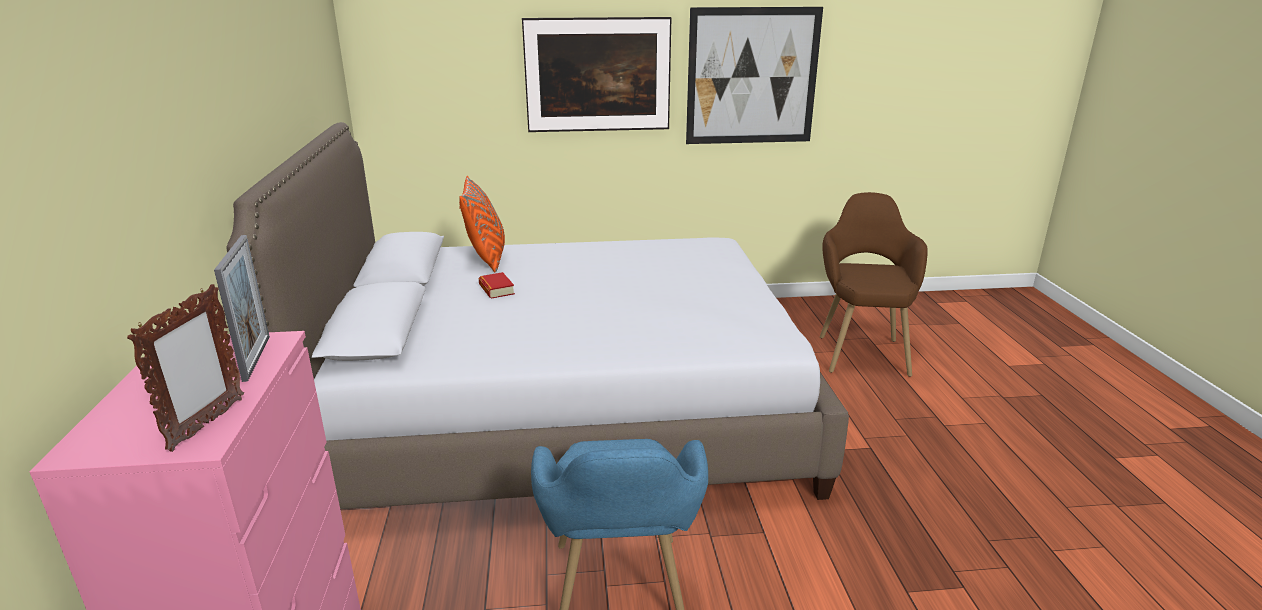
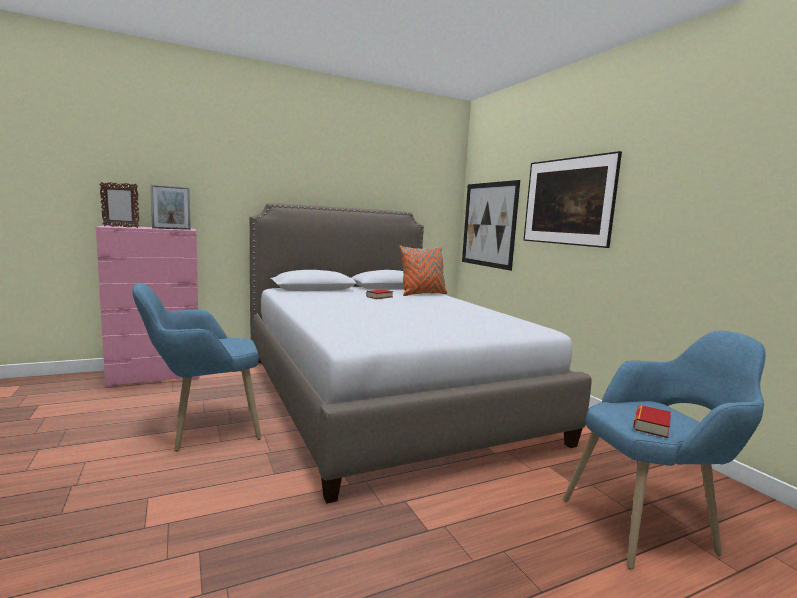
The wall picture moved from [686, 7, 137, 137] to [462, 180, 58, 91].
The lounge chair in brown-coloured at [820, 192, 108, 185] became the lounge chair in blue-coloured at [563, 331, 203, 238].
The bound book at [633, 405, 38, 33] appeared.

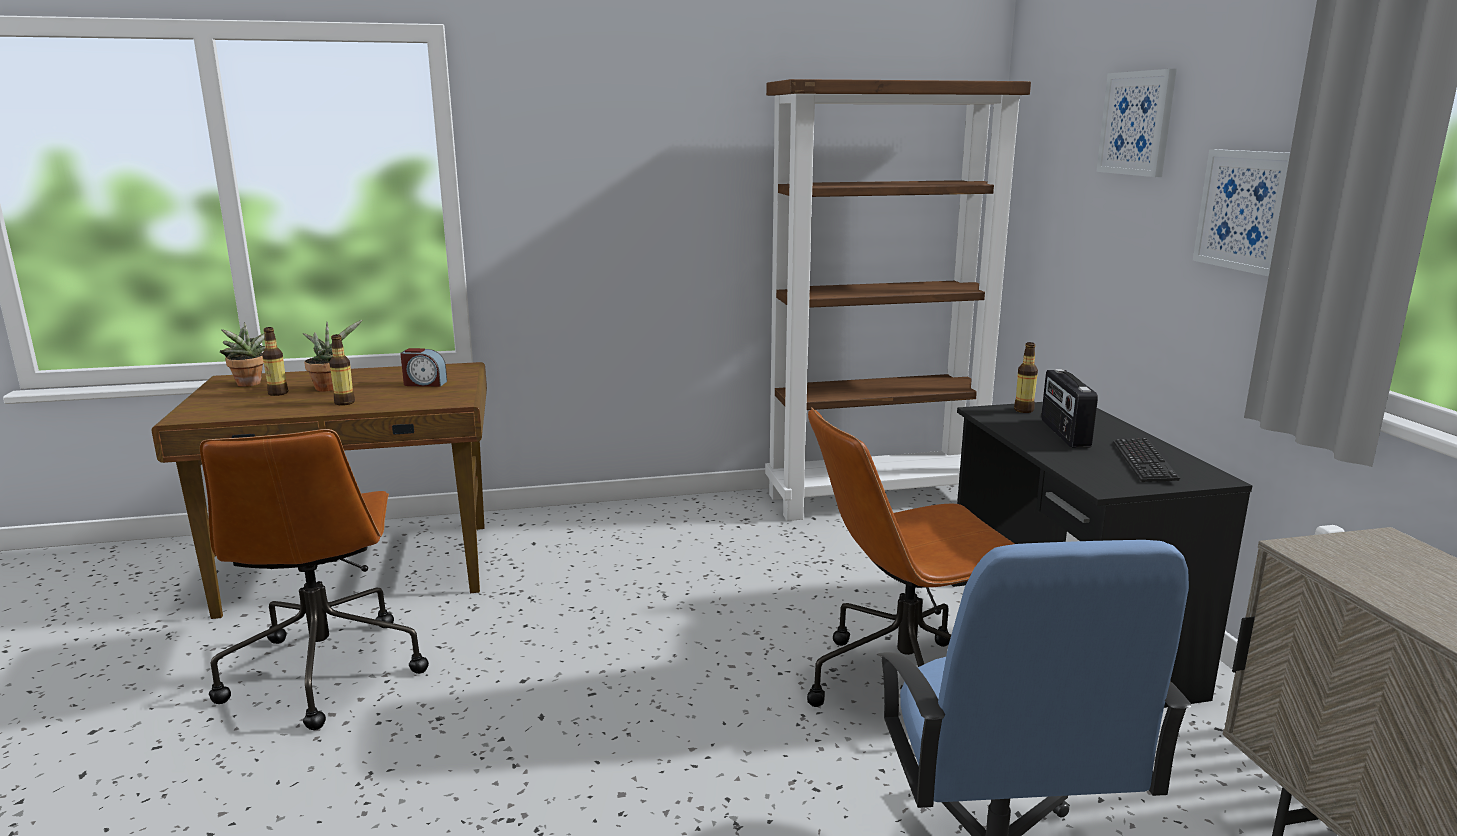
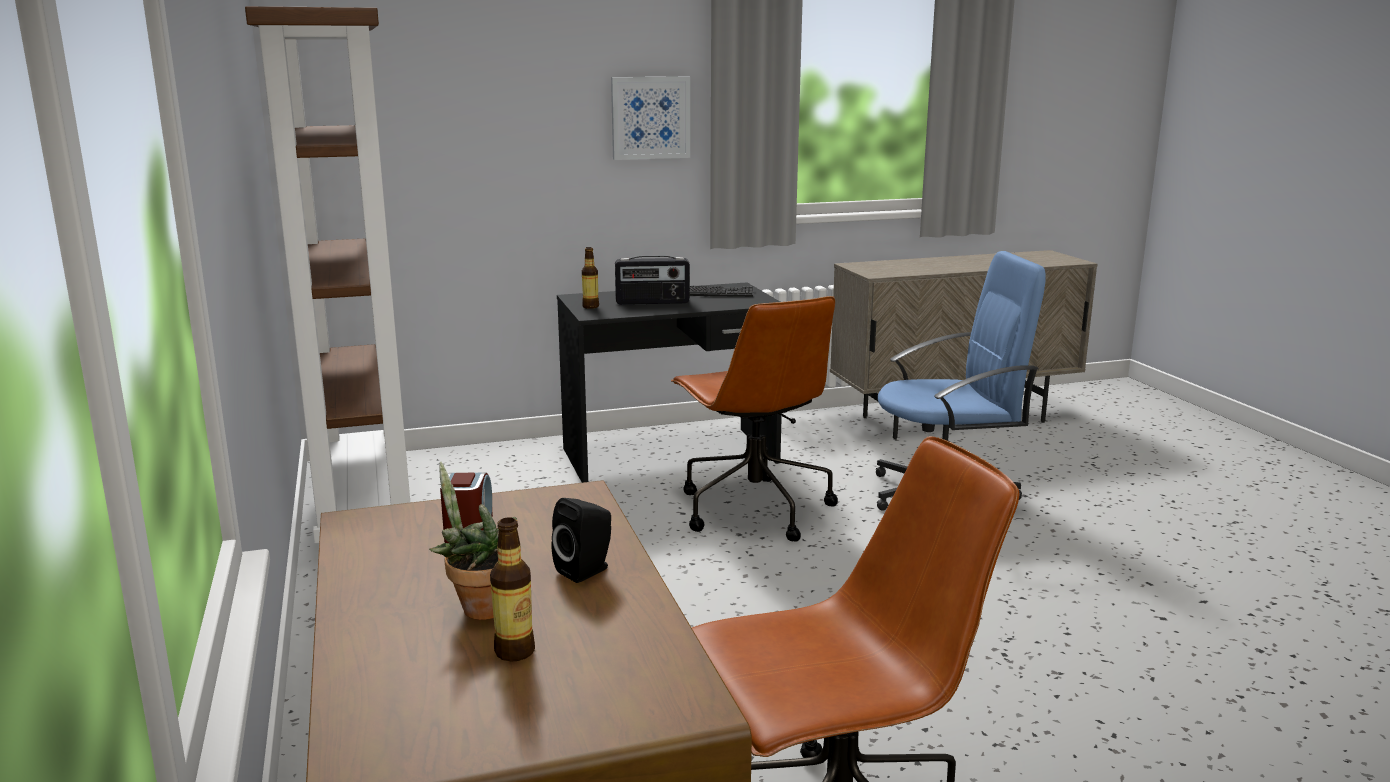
The wall picture at [1096, 69, 81, 108] disappeared.
The houseplant at [220, 322, 46, 65] disappeared.
The beverage bottle at [329, 334, 26, 72] was replaced by the loudspeaker in blackish at [552, 498, 59, 85].

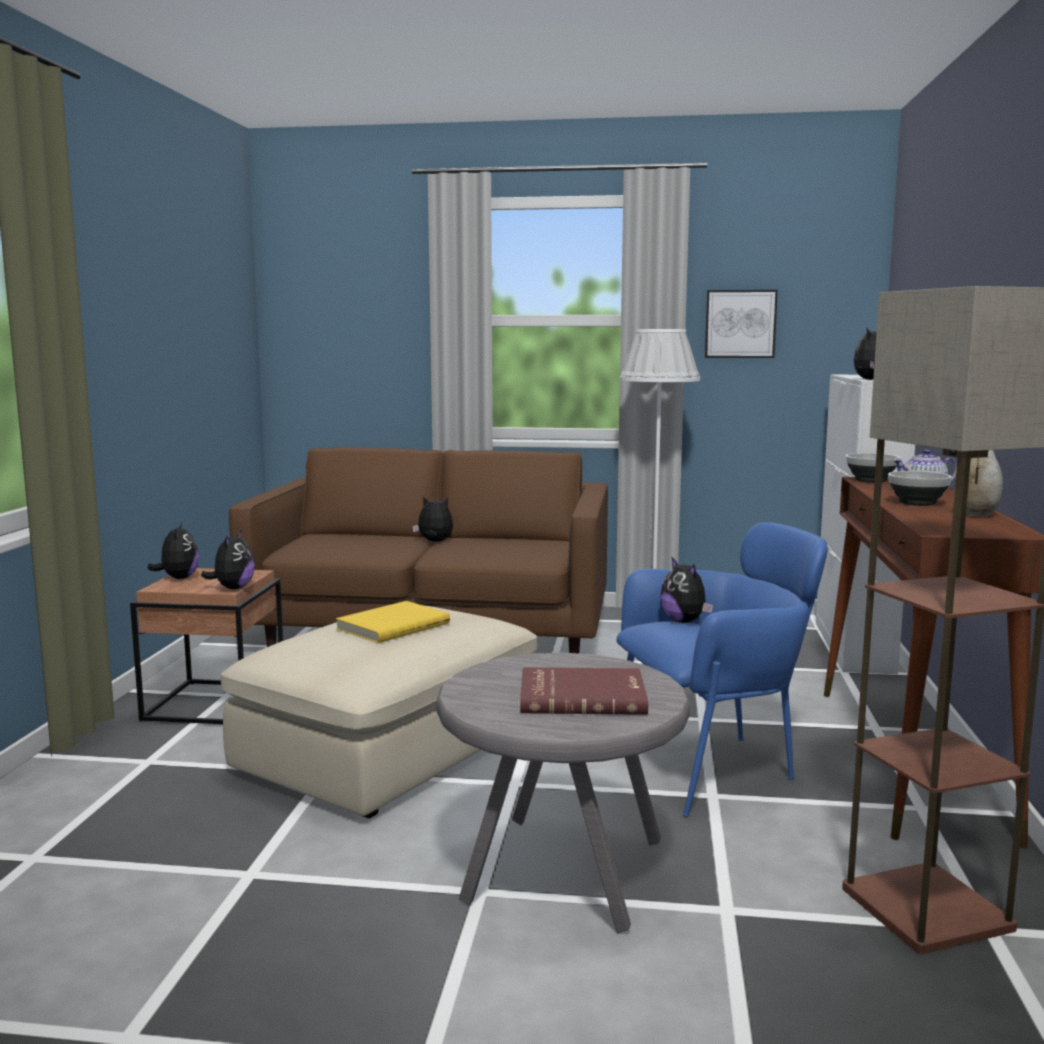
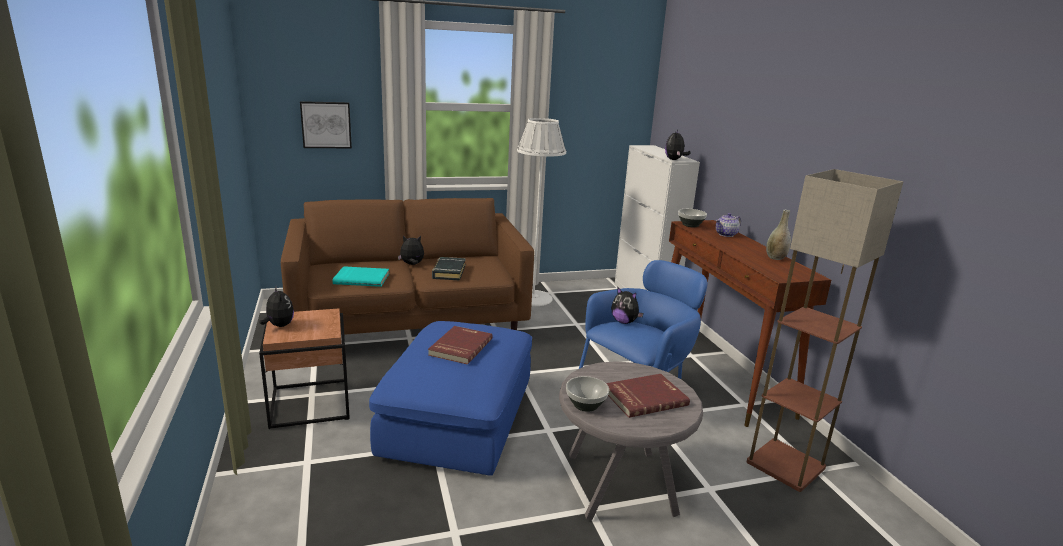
The wall picture moved from [705, 290, 73, 68] to [300, 101, 52, 47].
The bowl moved from [888, 471, 64, 35] to [566, 376, 43, 36].
The cuddly toy at [201, 530, 54, 59] disappeared.
The bound book in yellow-coloured at [336, 601, 114, 42] became the bound book in red at [428, 326, 65, 39].
The ottoman in sand-coloured at [221, 605, 316, 214] became the ottoman in blue-coloured at [369, 321, 163, 155].
The bound book in blackish at [432, 257, 34, 23] appeared.
The bound book in turquoise at [332, 266, 57, 21] appeared.

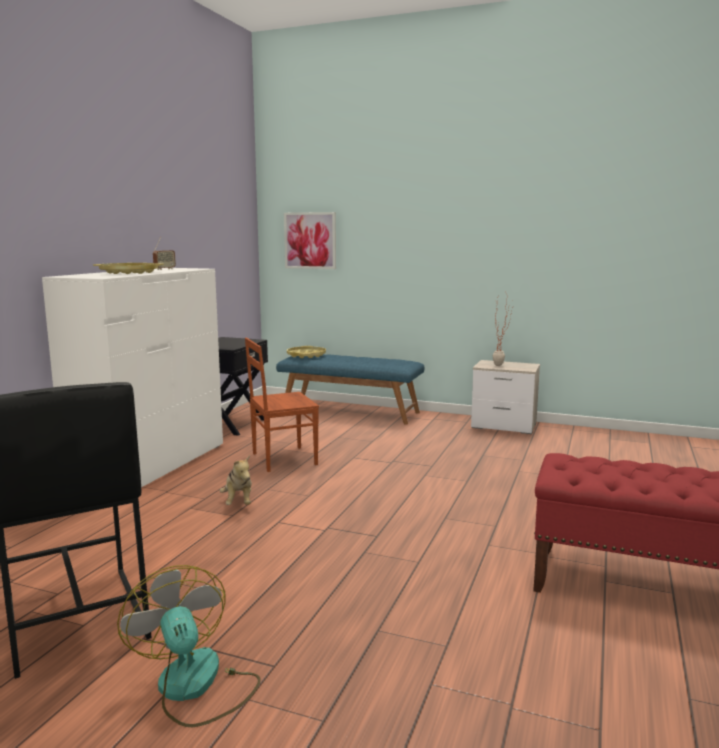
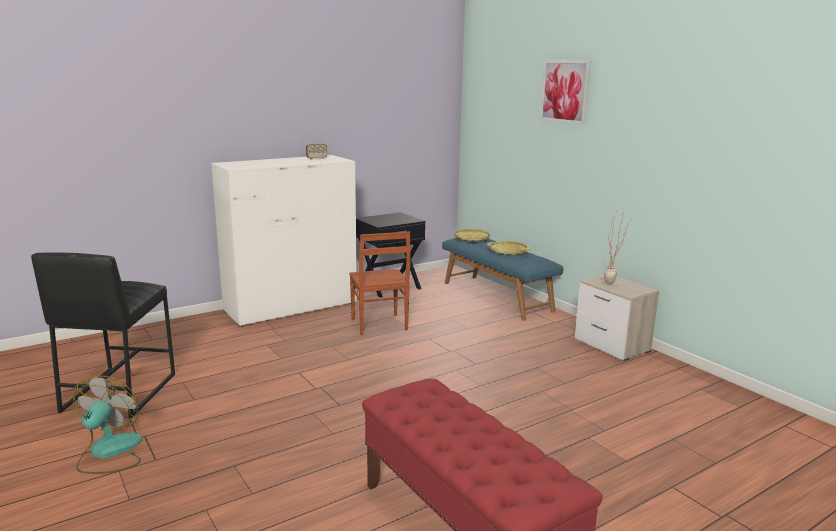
The wall picture moved from [284, 212, 52, 57] to [540, 60, 51, 64].
The tray in yellow-coloured moved from [93, 263, 71, 11] to [487, 241, 45, 15].
The upright chair in brown-coloured at [245, 337, 74, 135] turned 120 degrees counterclockwise.
The cuddly toy at [220, 455, 32, 50] disappeared.

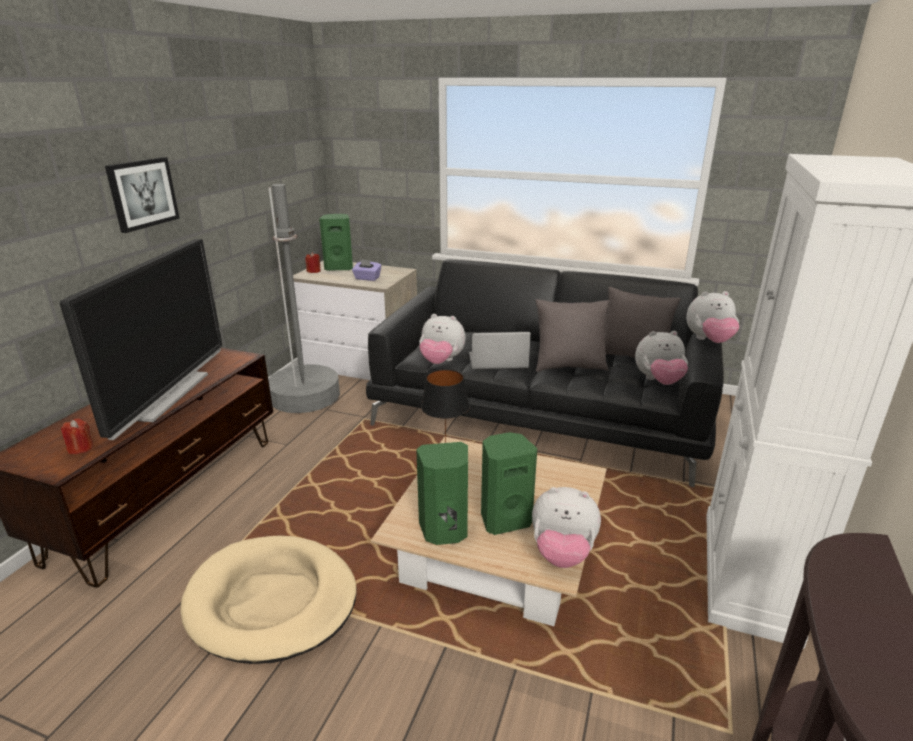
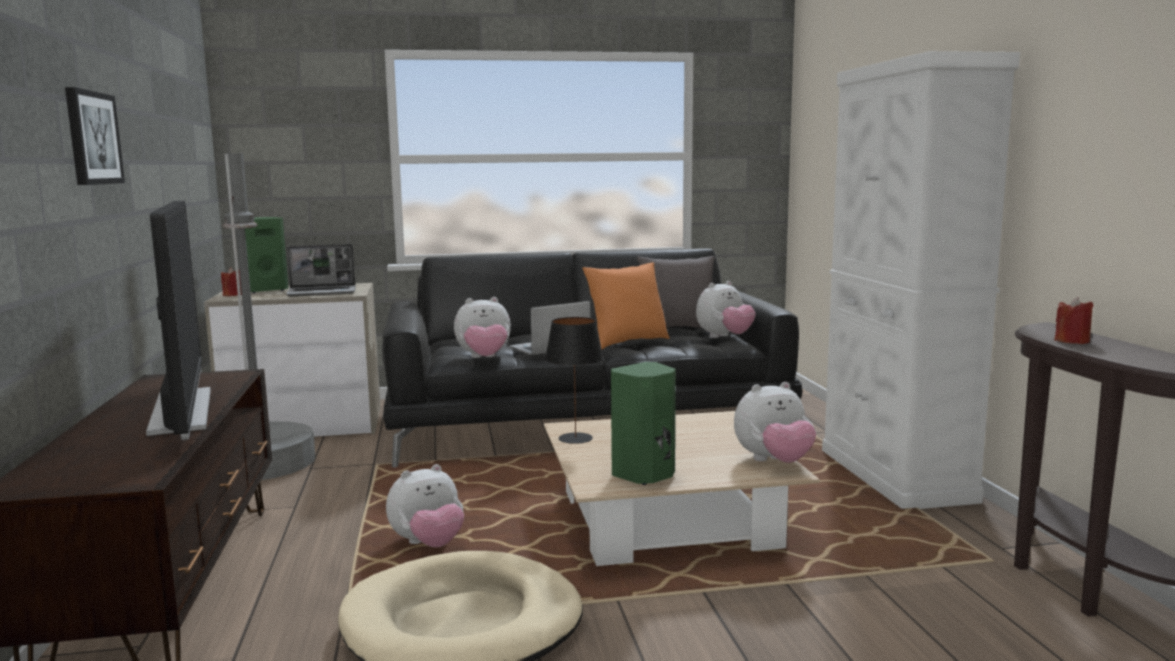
The tissue holder in purplish at [352, 259, 29, 22] was replaced by the portable computer at [286, 244, 70, 52].
The cuddly toy moved from [686, 291, 53, 52] to [386, 464, 78, 84].
The cushion in greyish at [535, 299, 75, 73] became the cushion in orange-coloured at [582, 262, 88, 87].
The wax light in red moved from [61, 418, 32, 36] to [1054, 297, 39, 47].
The loudspeaker in green at [481, 432, 56, 103] disappeared.

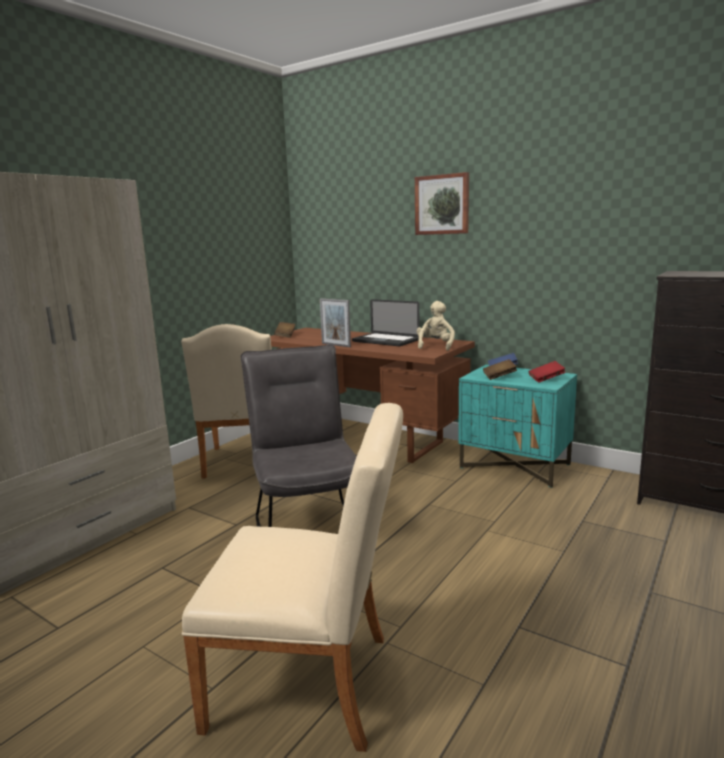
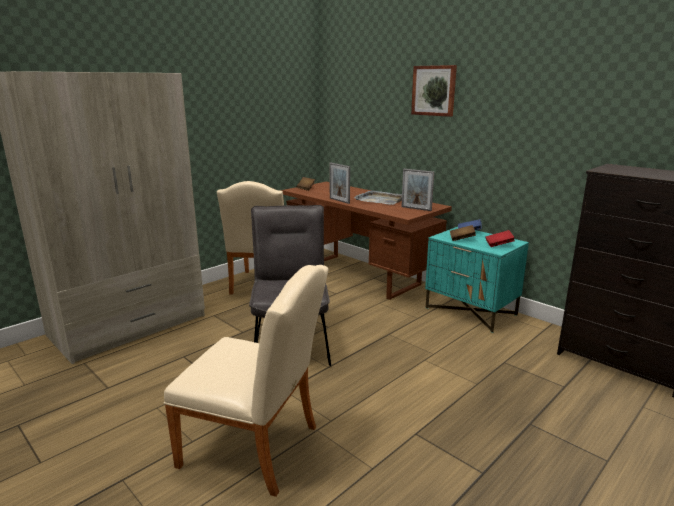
The portable computer at [352, 299, 68, 47] was replaced by the tray in greyish at [354, 190, 48, 15].
The cuddly toy in sand-coloured at [417, 301, 38, 50] was replaced by the standing frame at [401, 169, 33, 42].

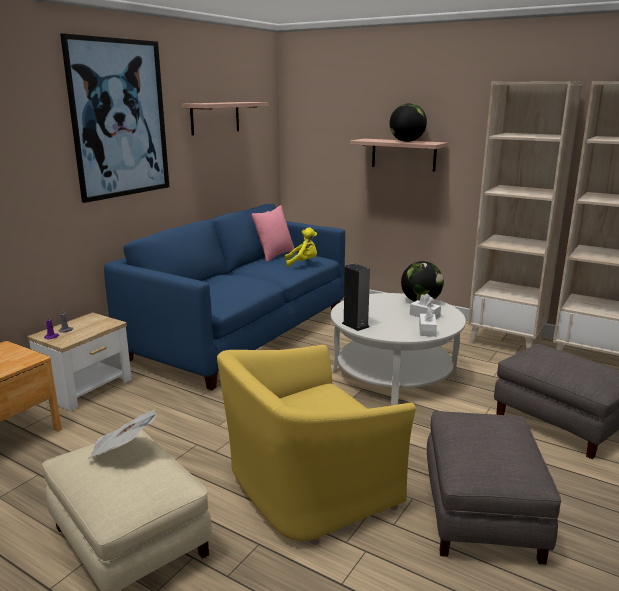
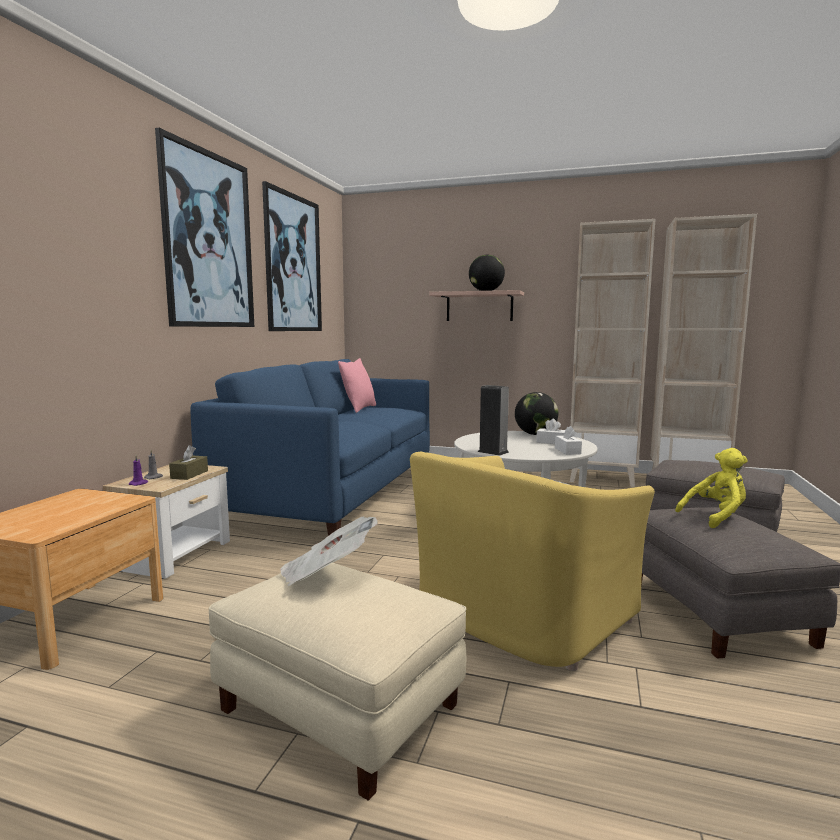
The shelf at [182, 102, 86, 33] was replaced by the wall picture at [262, 181, 60, 150].
The cuddly toy in yellow-coloured moved from [285, 227, 32, 40] to [675, 448, 73, 80].
The tissue holder in brown-coloured at [169, 445, 39, 35] appeared.

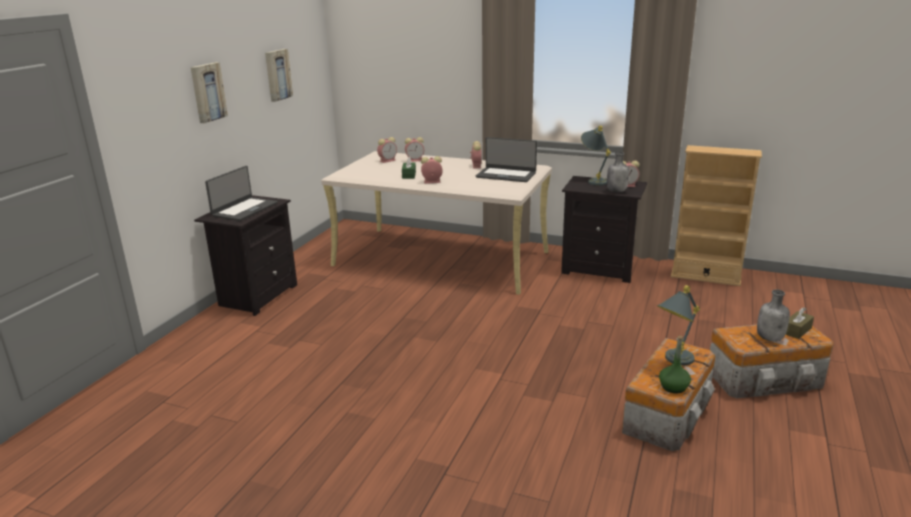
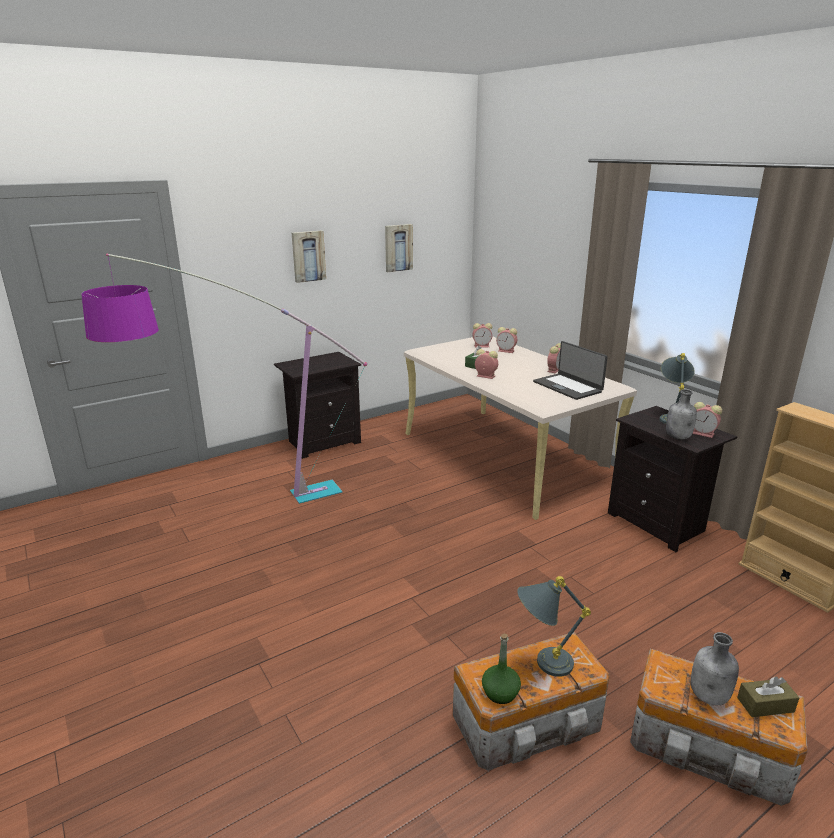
The portable computer at [205, 166, 73, 55] disappeared.
The standard lamp at [82, 254, 285, 250] appeared.

